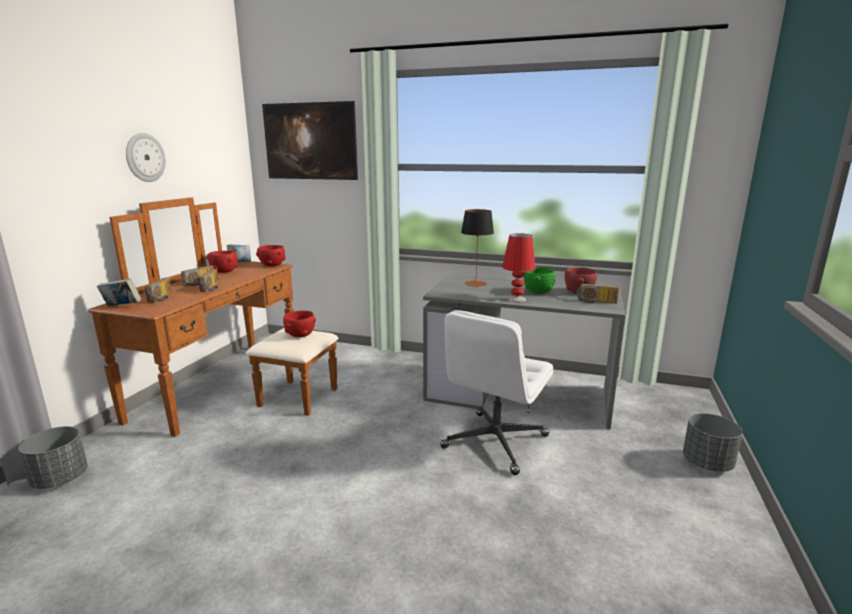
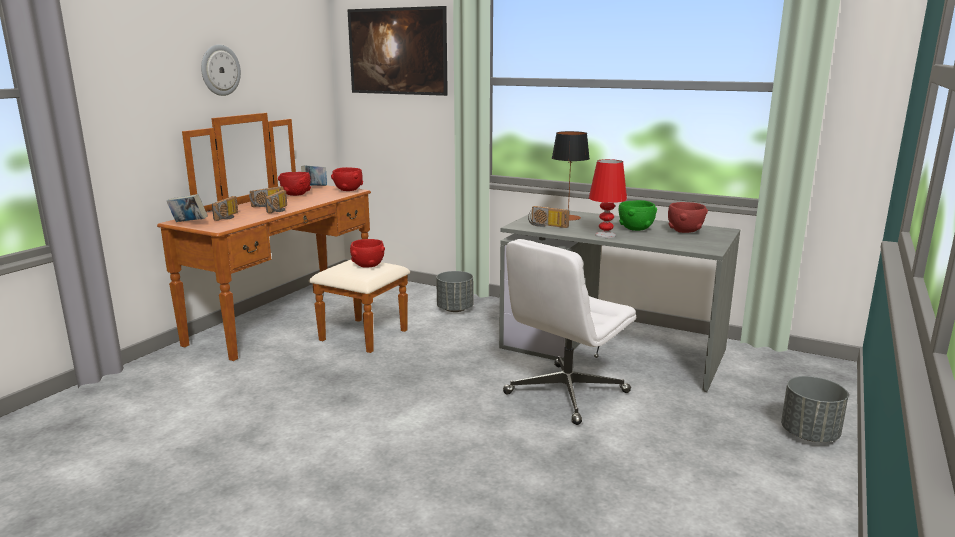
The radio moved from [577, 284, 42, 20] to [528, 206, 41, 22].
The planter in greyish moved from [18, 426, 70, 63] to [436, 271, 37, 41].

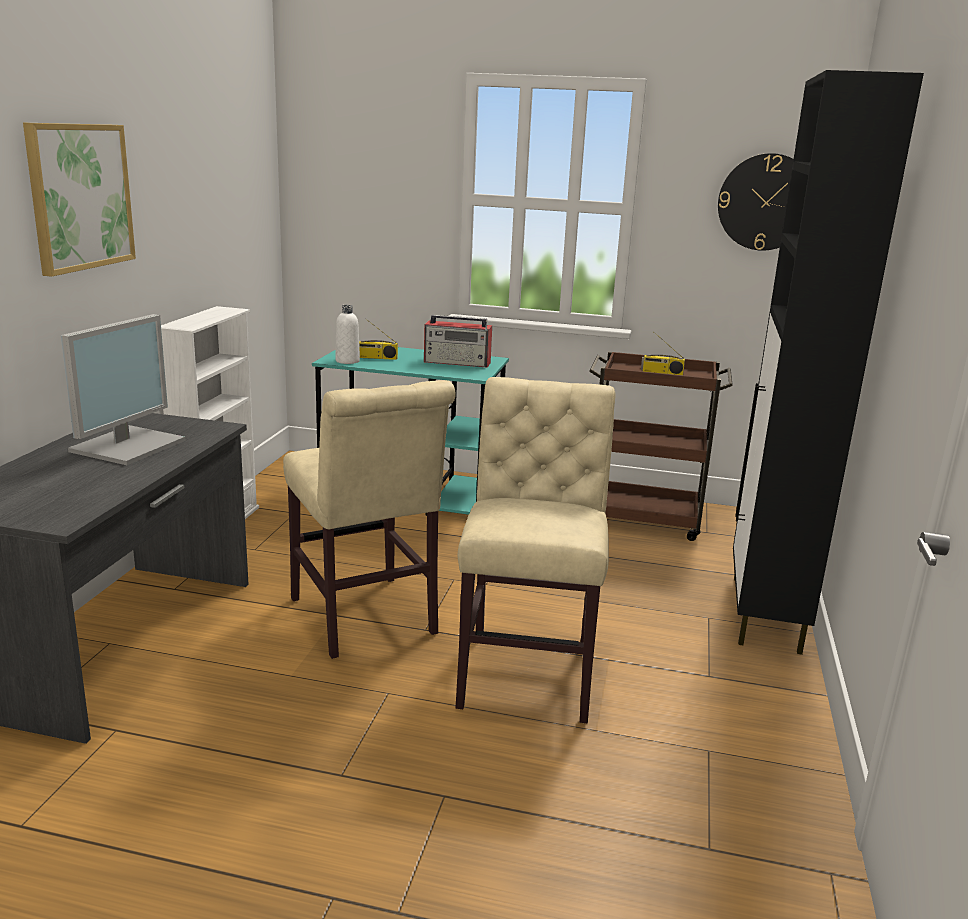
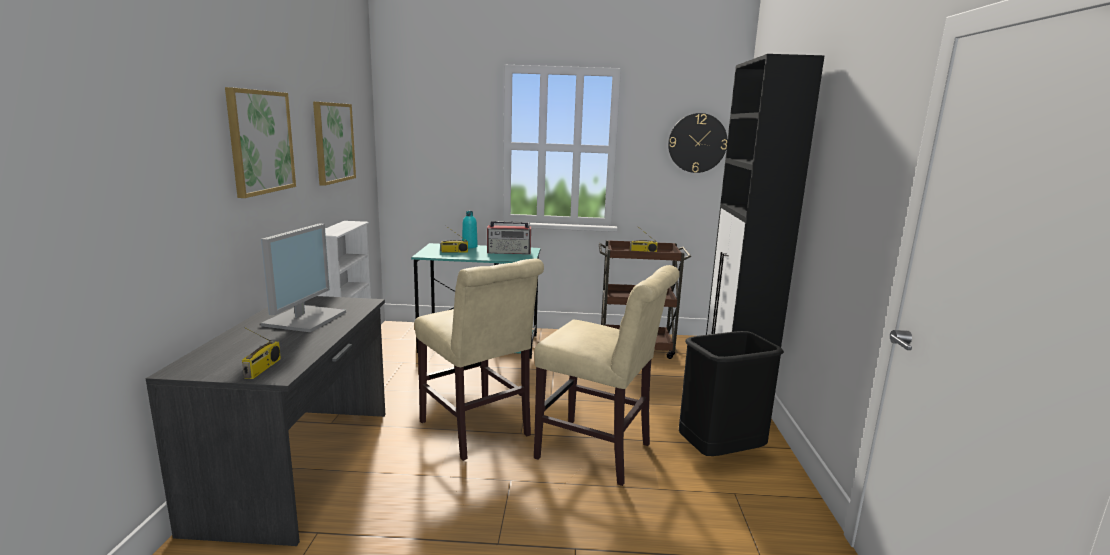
The beverage bottle in white at [335, 305, 25, 59] disappeared.
The upright chair in sand-coloured at [456, 377, 160, 346] turned 120 degrees clockwise.
The wall picture at [313, 102, 43, 84] appeared.
The beverage bottle in turquoise at [462, 211, 16, 37] appeared.
The radio at [242, 327, 39, 52] appeared.
The waste bin in blackish at [679, 331, 105, 125] appeared.

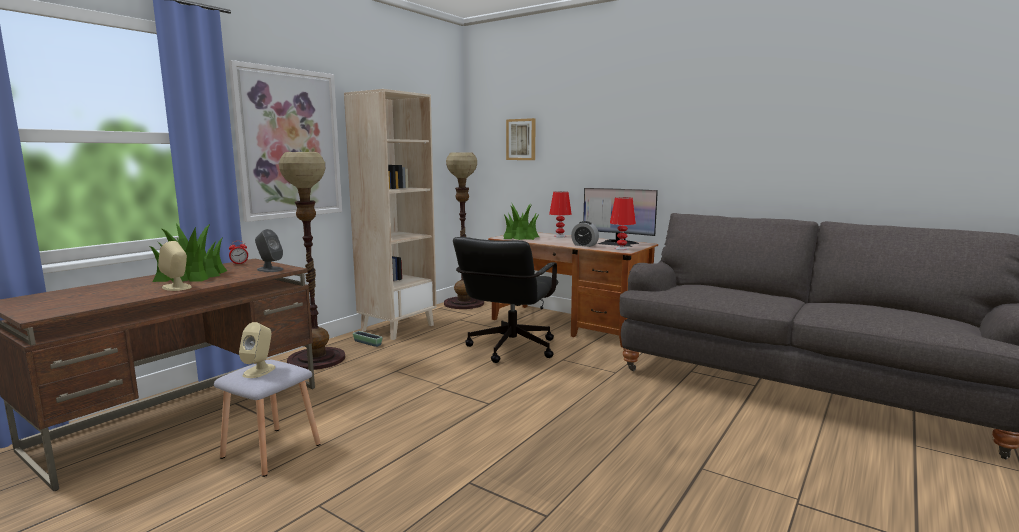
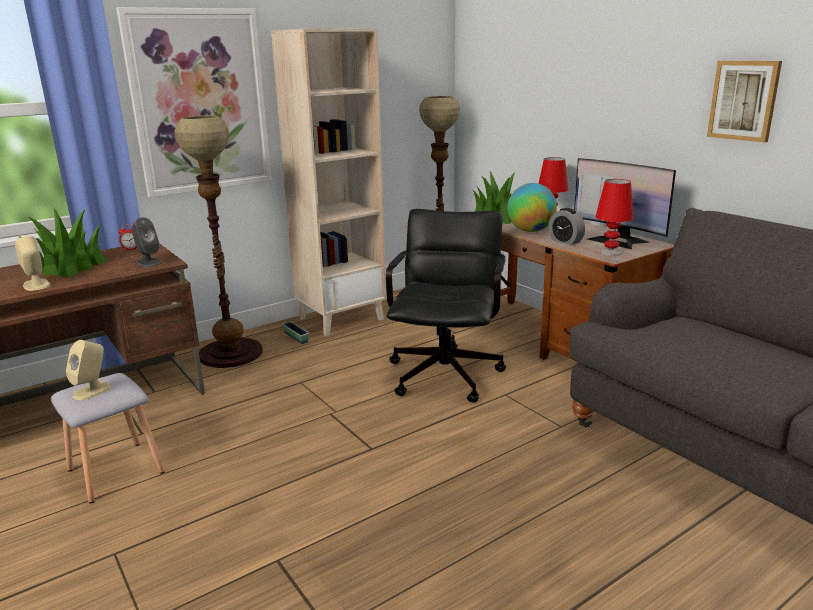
The wall picture moved from [506, 118, 30, 42] to [707, 61, 75, 82].
The computer chair in blackish at [453, 237, 105, 126] turned 150 degrees clockwise.
The desk globe at [507, 183, 50, 49] appeared.

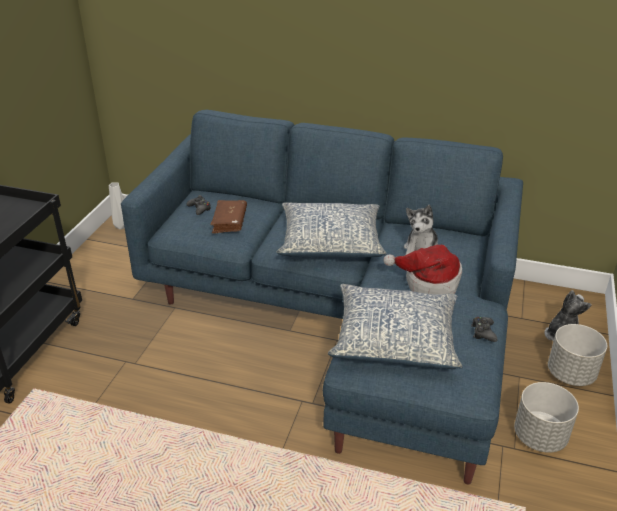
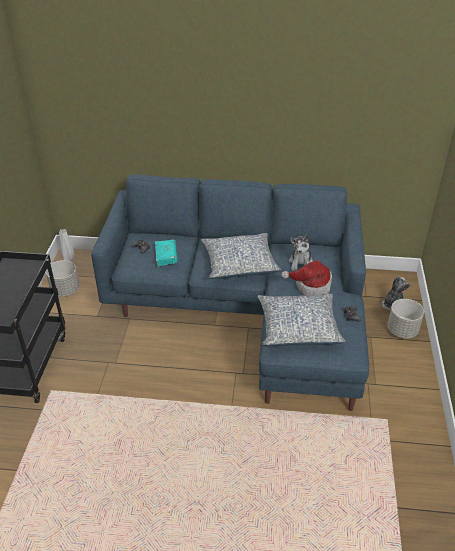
The bound book in brown-coloured at [211, 200, 36, 34] became the bound book in turquoise at [155, 240, 23, 27].
The planter in greyish moved from [514, 382, 65, 71] to [46, 260, 33, 37].

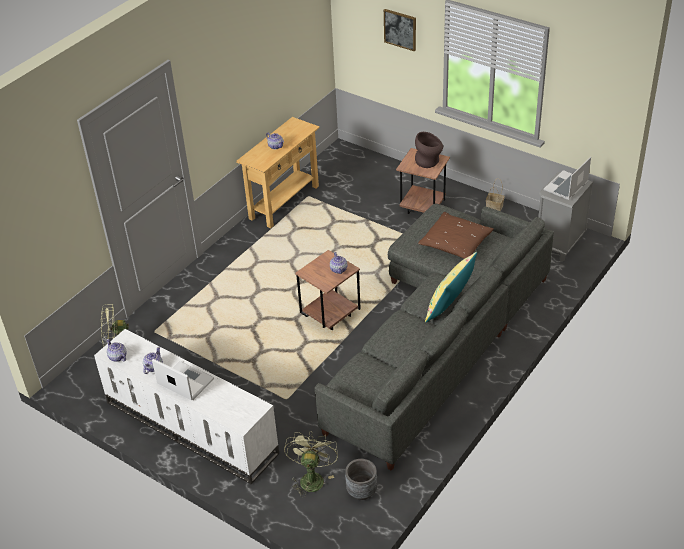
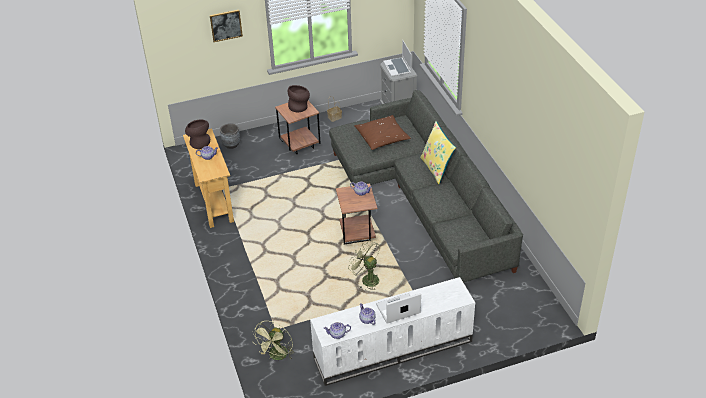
The electric fan in green moved from [284, 431, 54, 67] to [348, 240, 32, 50].
The planter in greyish moved from [345, 459, 32, 41] to [220, 123, 20, 26].
The flower vase in brown-coloured at [185, 119, 25, 30] appeared.

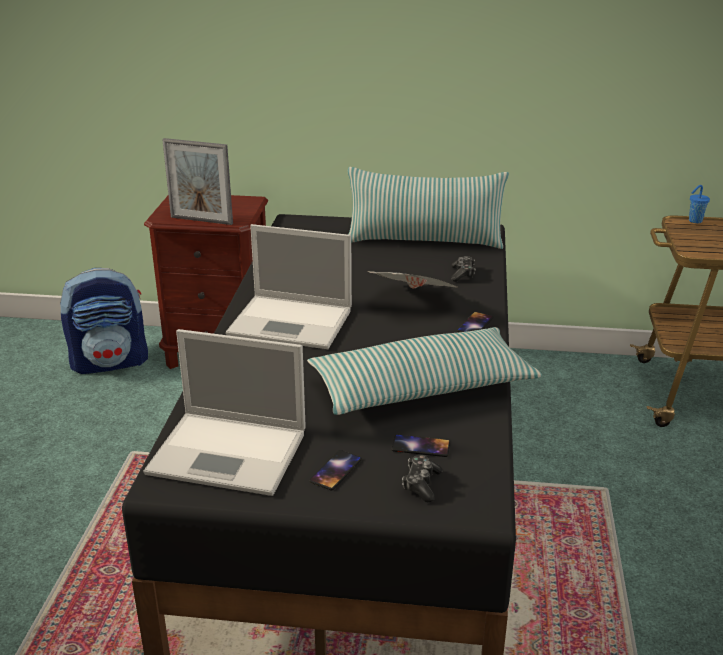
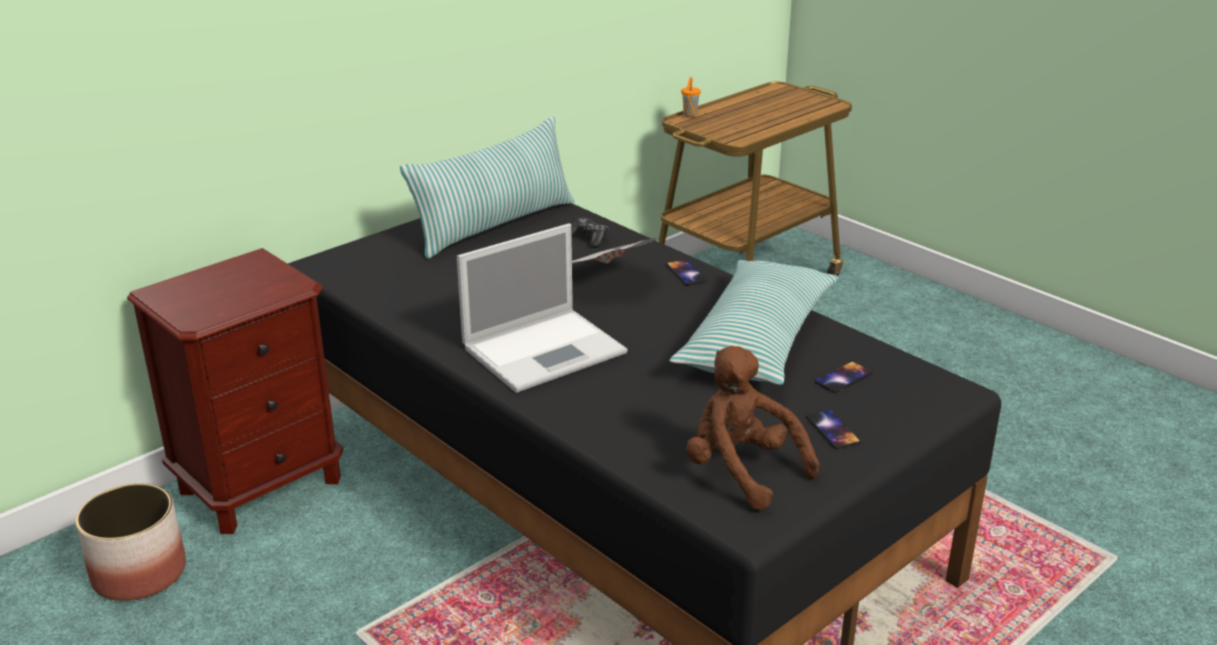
The standing frame at [162, 138, 71, 87] disappeared.
The small cup in blue-coloured at [689, 185, 21, 38] became the small cup in orange-coloured at [681, 77, 20, 40].
The knapsack at [60, 268, 88, 106] was replaced by the planter at [75, 483, 111, 118].
The portable computer at [143, 329, 163, 167] was replaced by the cuddly toy in brown-coloured at [686, 346, 134, 164].
The joypad at [402, 455, 40, 47] disappeared.

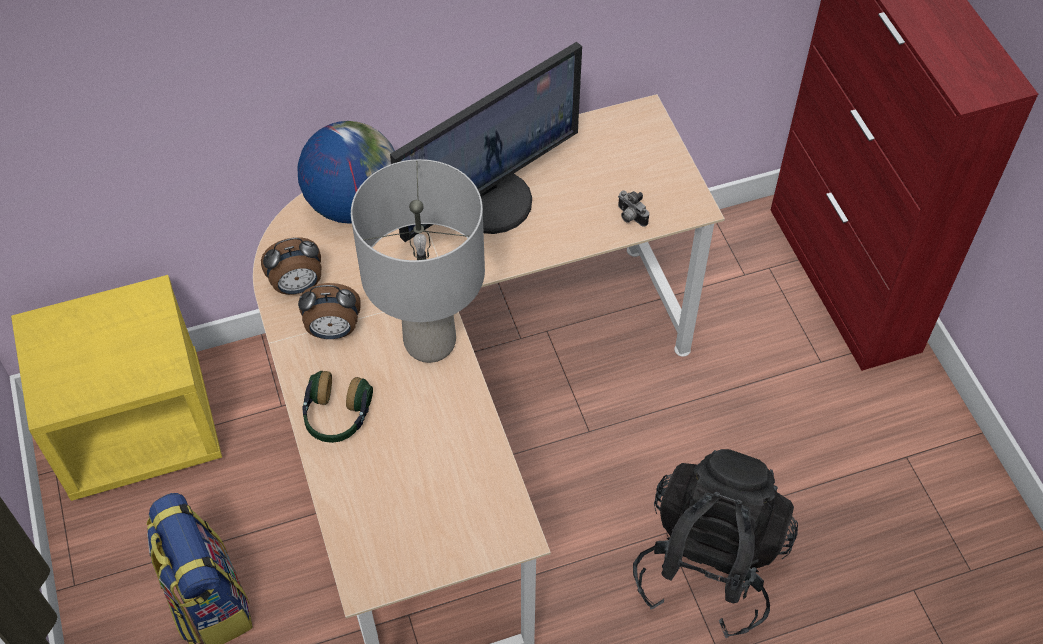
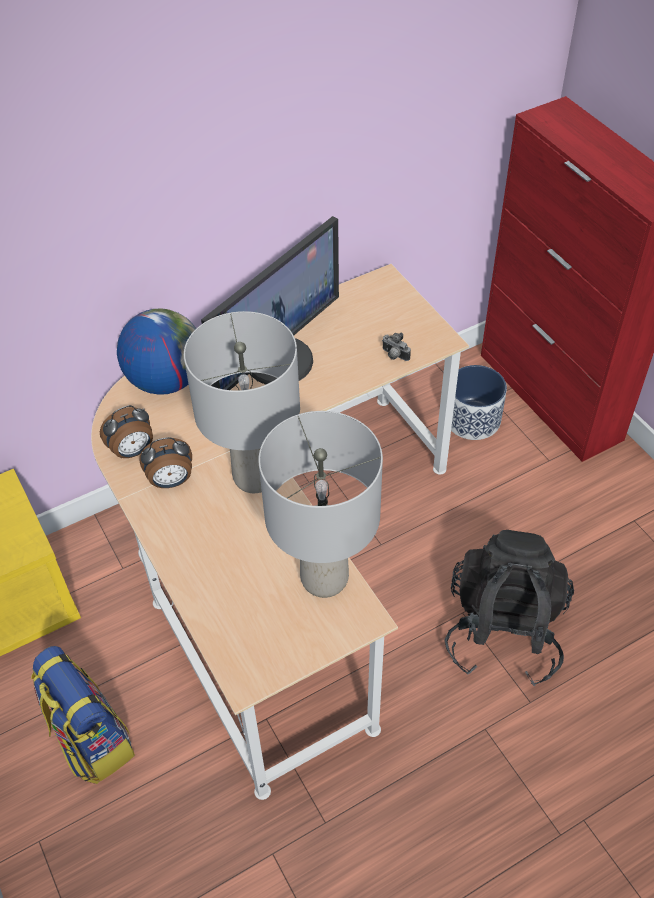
The headset at [303, 371, 70, 72] disappeared.
The planter at [451, 365, 56, 75] appeared.
The lamp for a table in greyish at [258, 411, 125, 187] appeared.

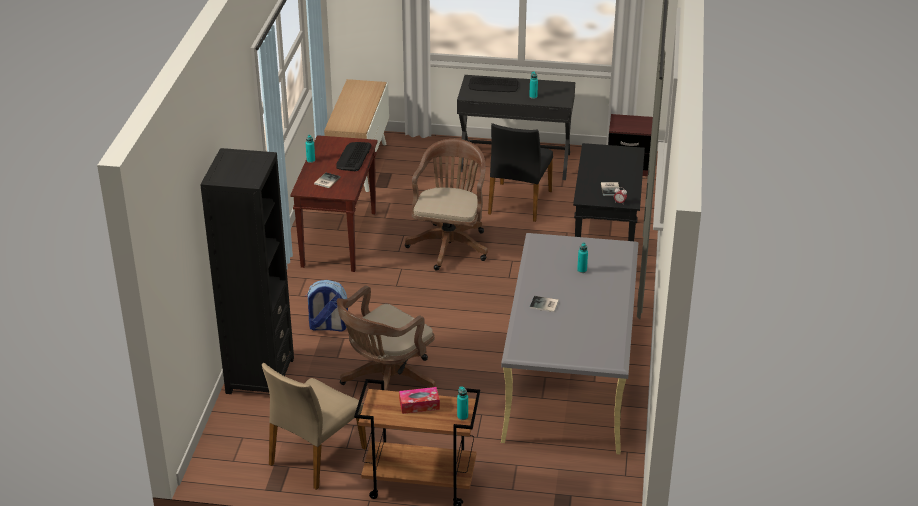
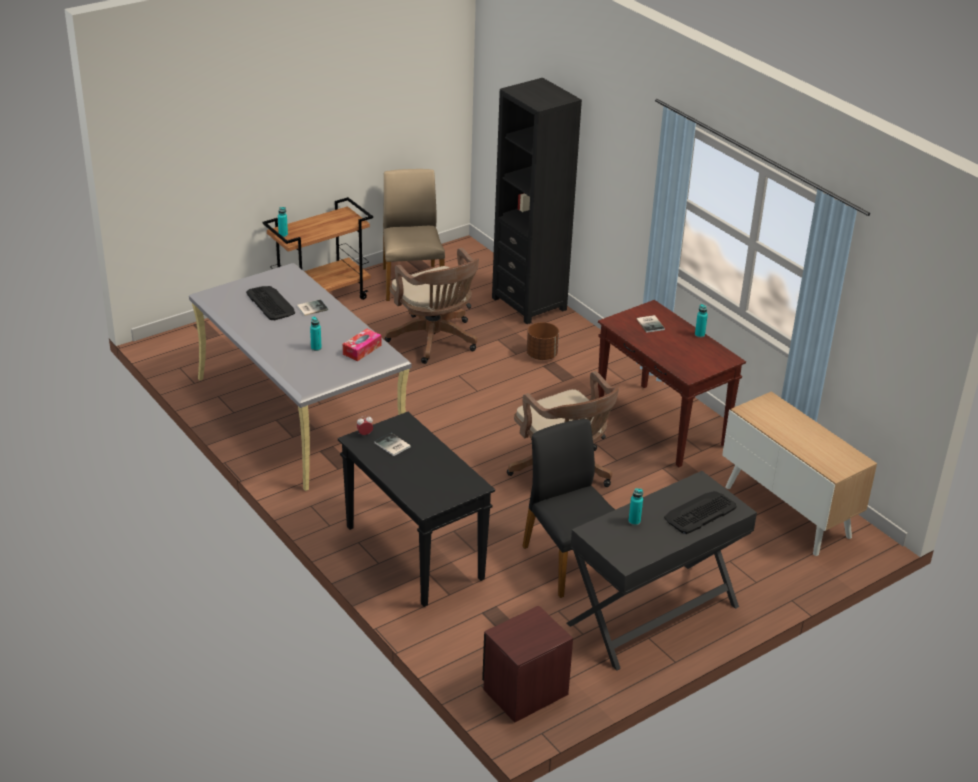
The PC keyboard moved from [336, 142, 36, 29] to [246, 286, 49, 34].
The knapsack at [305, 280, 43, 52] was replaced by the planter in brown-coloured at [527, 322, 32, 38].
The computer chair in brown-coloured at [337, 285, 99, 106] turned 150 degrees clockwise.
The tissue holder moved from [399, 387, 41, 27] to [343, 329, 39, 32].

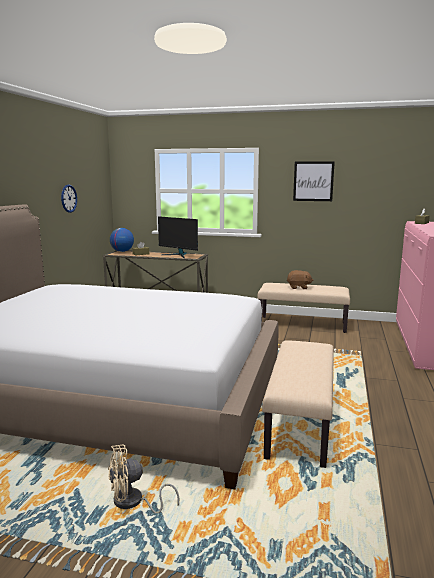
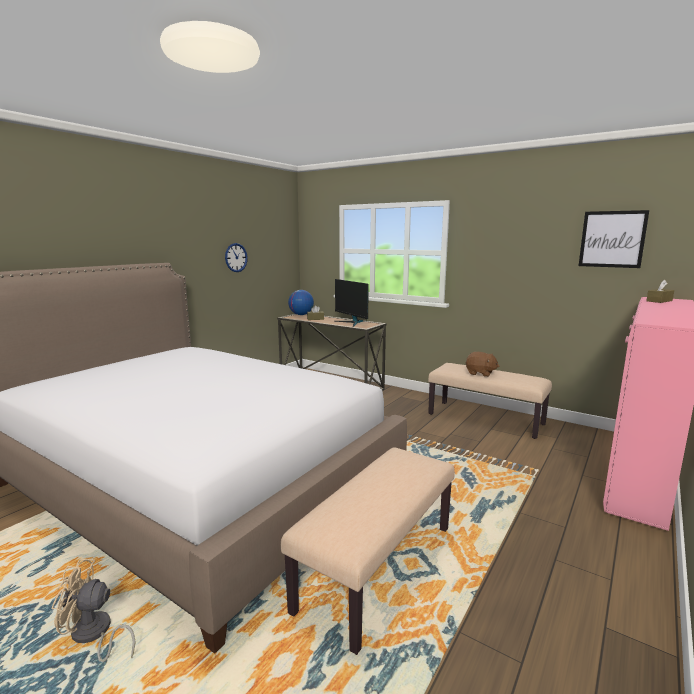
The wall picture moved from [293, 161, 42, 40] to [579, 210, 70, 58].

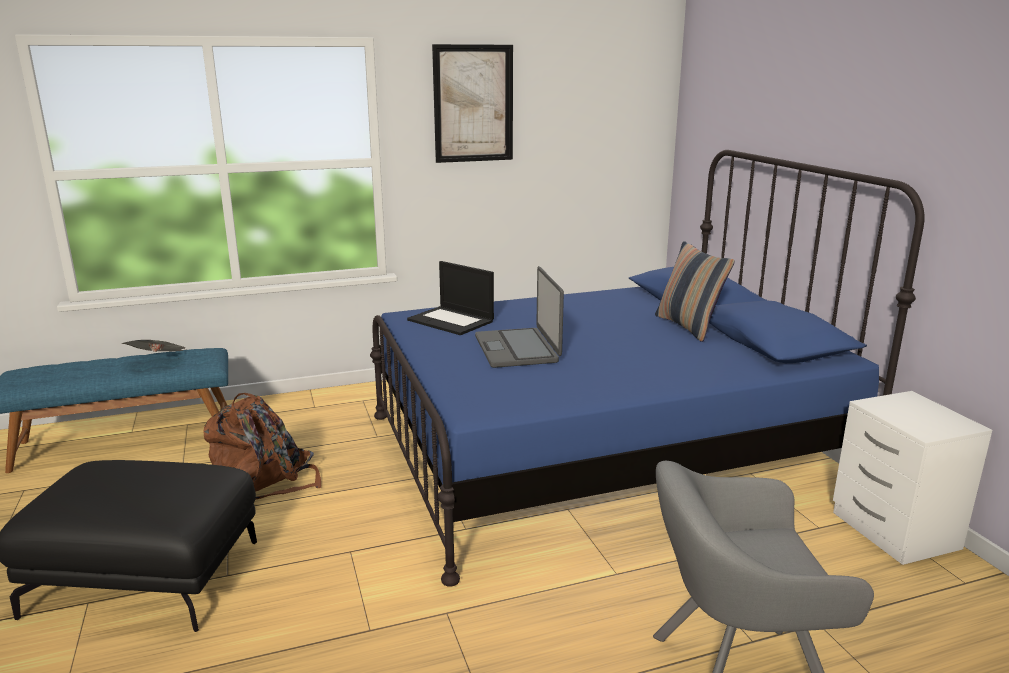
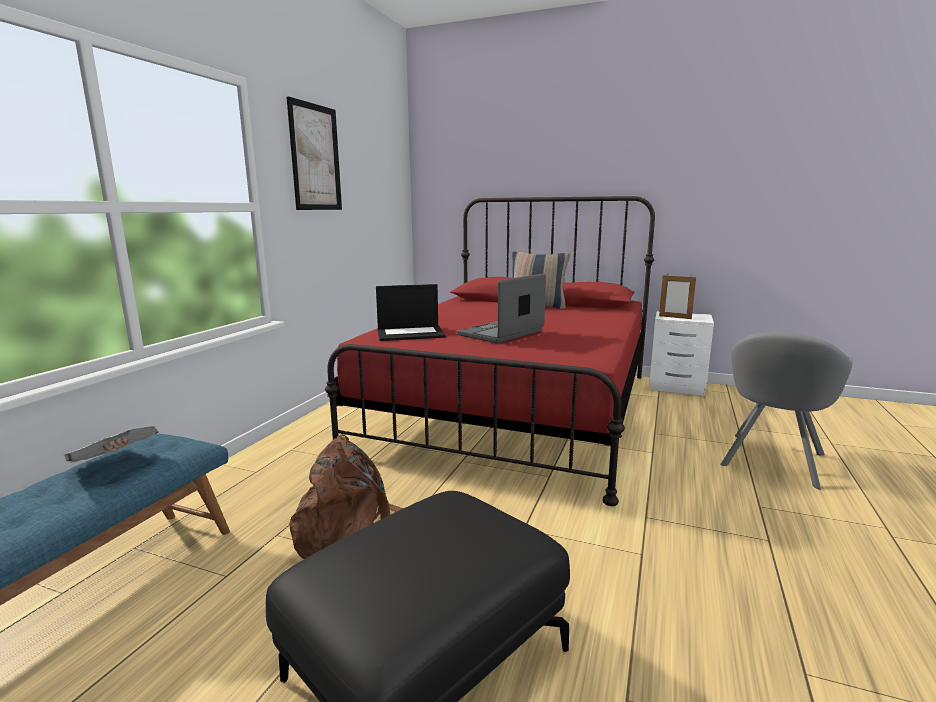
The bedroom bed in blue-coloured at [370, 150, 554, 437] became the bedroom bed in red at [325, 196, 330, 310].
The portable computer at [475, 266, 89, 102] turned 105 degrees clockwise.
The standing frame at [659, 275, 37, 44] appeared.

